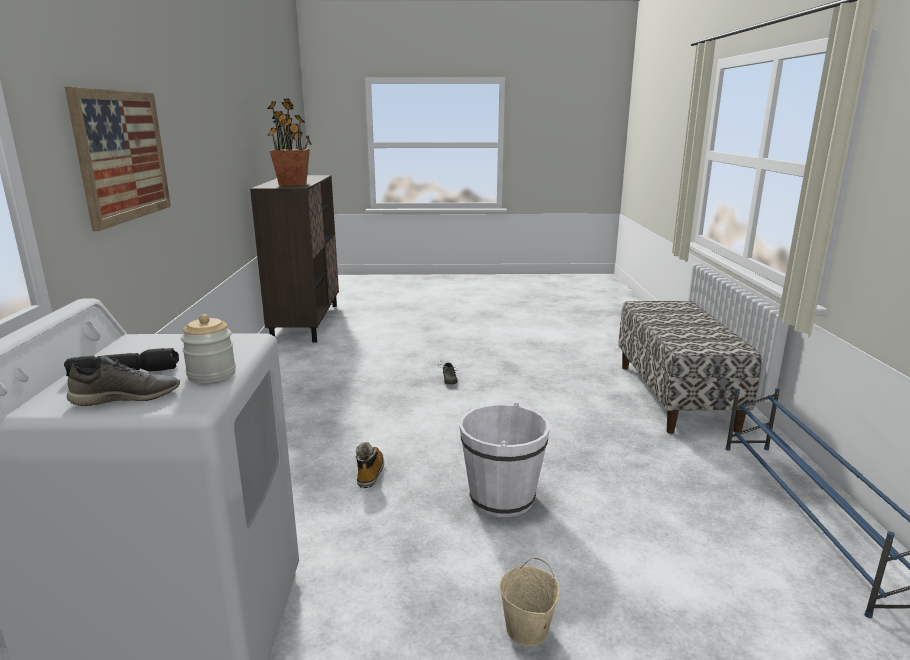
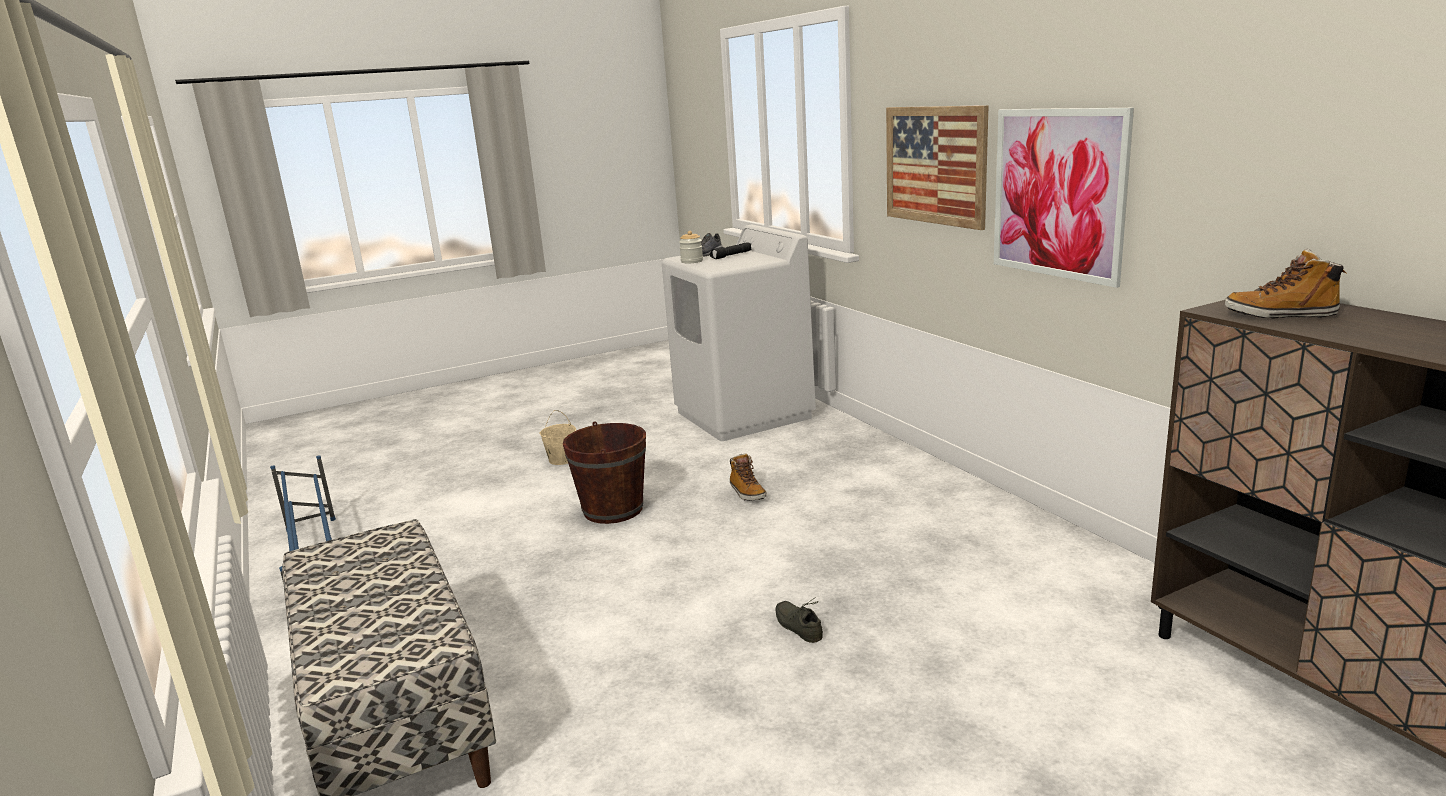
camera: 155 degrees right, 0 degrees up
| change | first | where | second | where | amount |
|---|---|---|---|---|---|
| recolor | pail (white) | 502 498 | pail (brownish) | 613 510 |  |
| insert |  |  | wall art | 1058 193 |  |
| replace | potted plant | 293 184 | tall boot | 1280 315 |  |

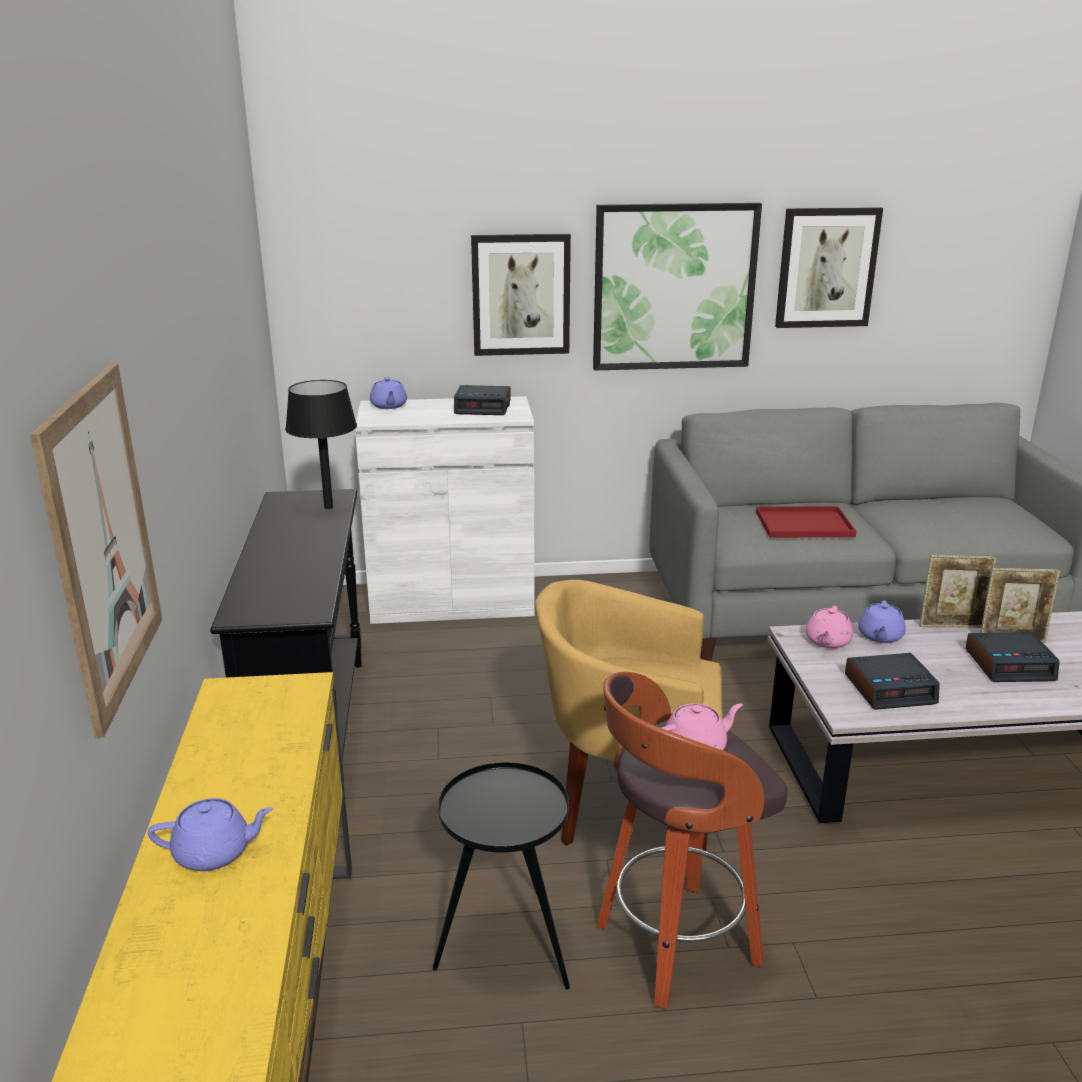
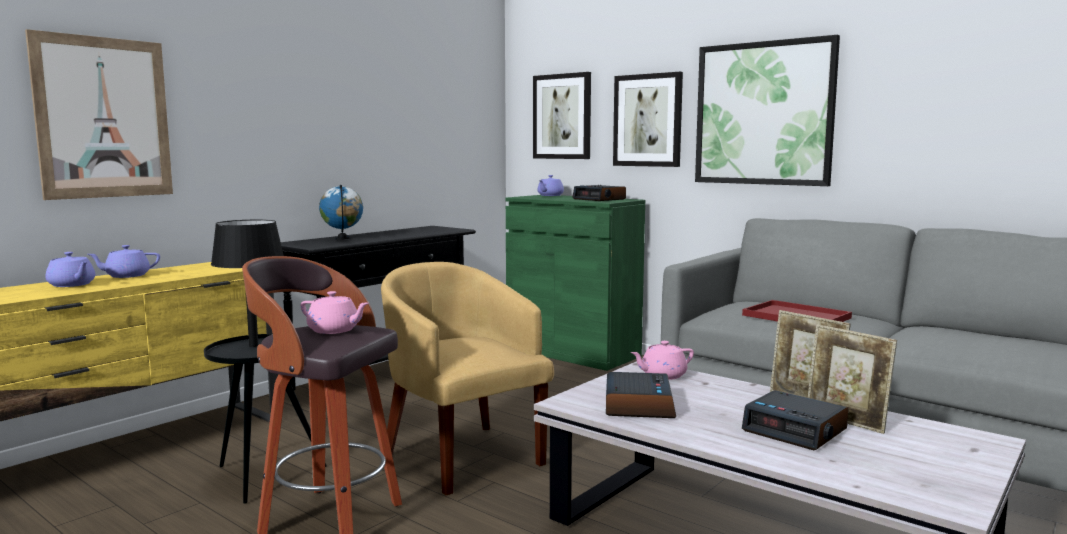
camera: 45 degrees right, 15 degrees down
| change | first | where | second | where | amount |
|---|---|---|---|---|---|
| move | teapot (purplish) | 880 636 |  | 126 276 |  |
| move | lamp for a table (black-coloured) | 329 507 |  | 254 346 |  |
| insert |  |  | globe | 342 238 |  |
| recolor | cupboard (white) | 452 601 | cupboard (green) | 572 352 |  |
| move | wall art | 826 268 |  | 562 116 |  |
| rotate | alarm clock | 890 689 |  | 638 405 | 120 degrees counterclockwise |

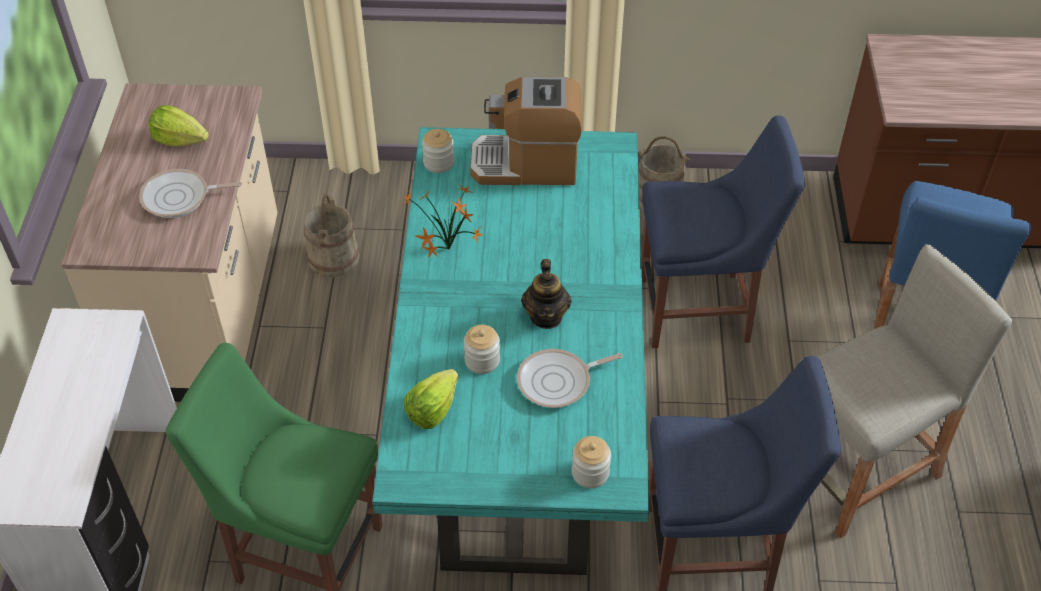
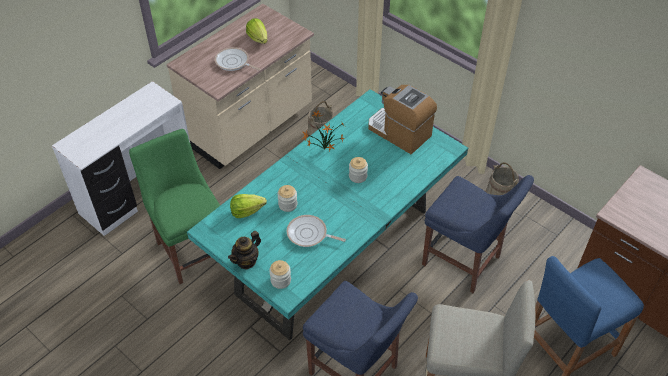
camera: 40 degrees right, 0 degrees up
| change | first | where | second | where | amount |
|---|---|---|---|---|---|
| move | teapot | 546 316 |  | 246 261 |  |
| move | storage jar | 438 163 |  | 358 176 |  |

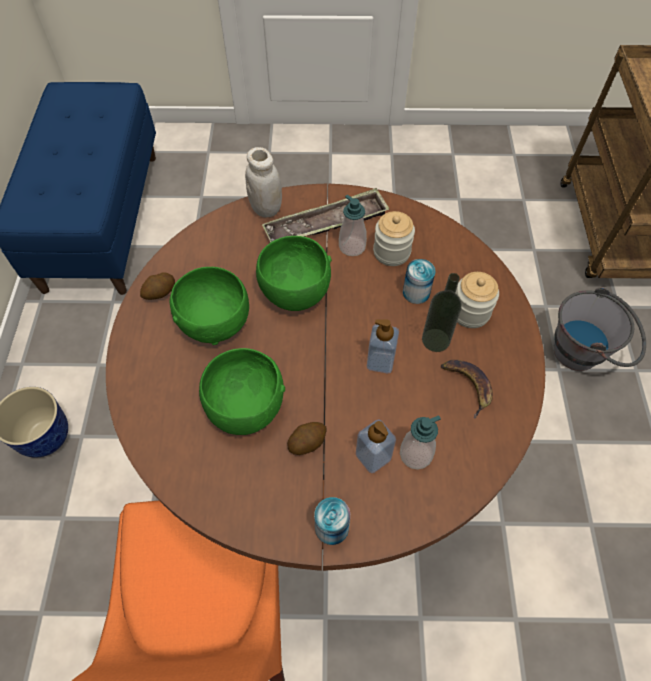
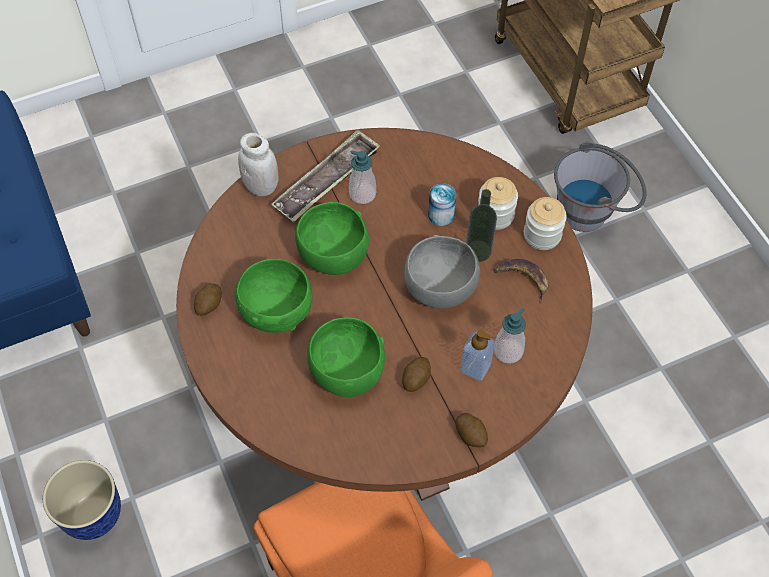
camera: 25 degrees left, 0 degrees up
| change | first | where | second | where | amount |
|---|---|---|---|---|---|
| replace | soap dispenser | 380 361 | serving bowl (grey) | 441 287 |  |
| replace | metal can | 331 527 | spud | 471 435 |  |
| move | storage jar | 391 252 |  | 542 235 |  |

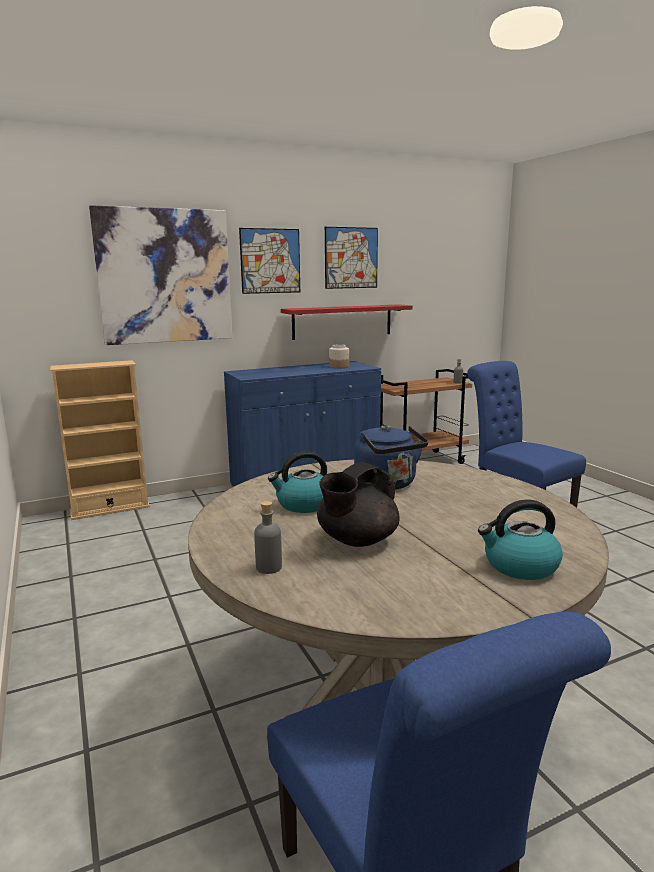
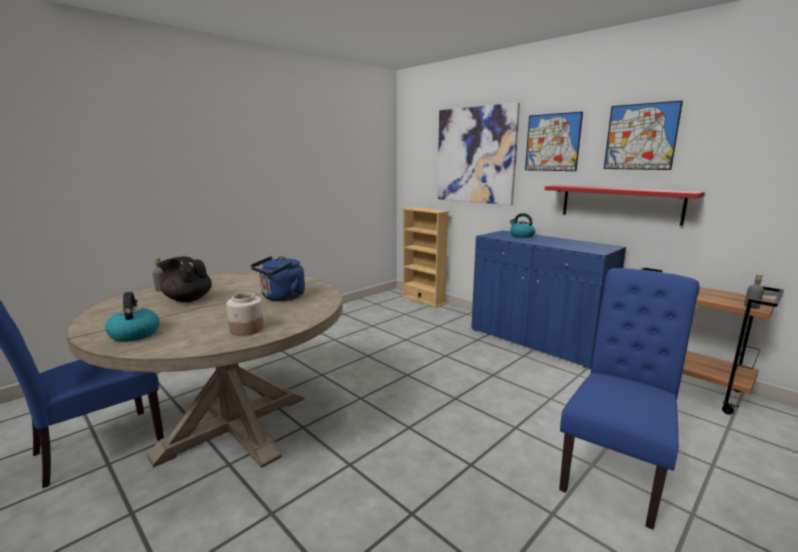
camera: 70 degrees right, 0 degrees up
| change | first | where | second | where | amount |
|---|---|---|---|---|---|
| move | storage jar | 339 367 |  | 247 329 |  |
| move | tea kettle | 303 504 |  | 521 236 |  |

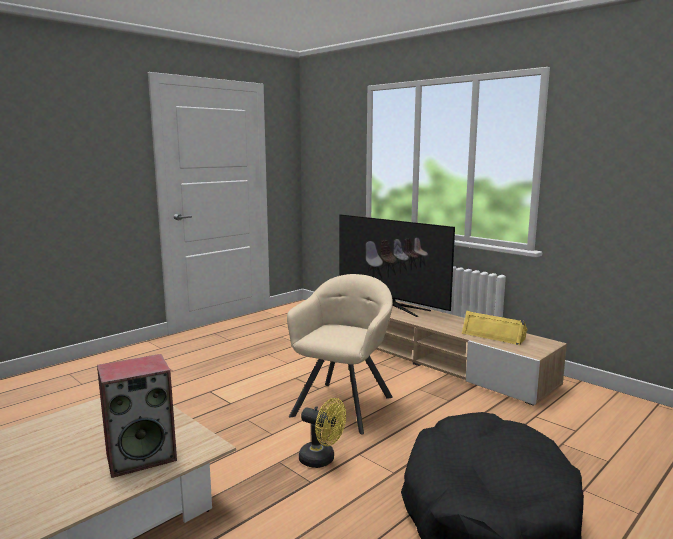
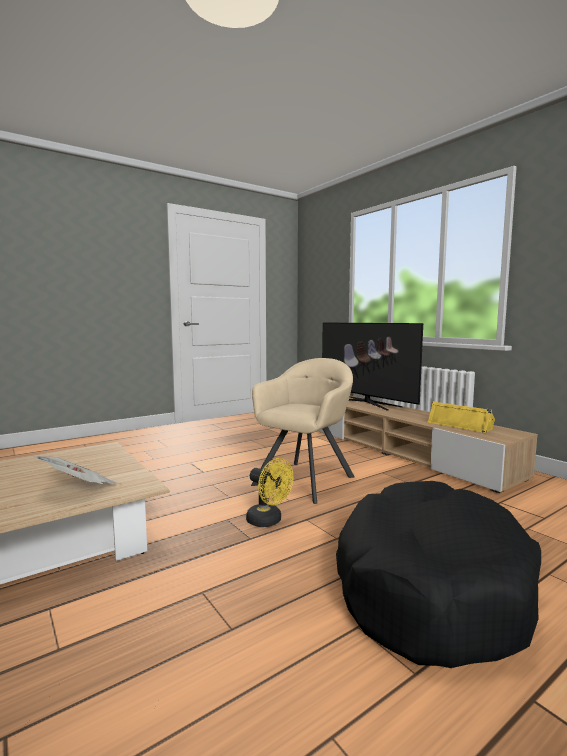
camera: 10 degrees right, 5 degrees down
| change | first | where | second | where | amount |
|---|---|---|---|---|---|
| replace | speaker | 142 456 | newspaper | 80 489 |  |

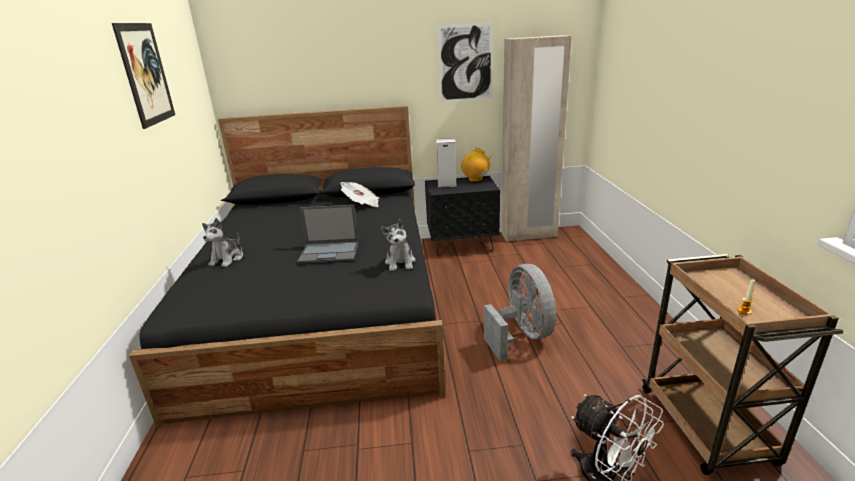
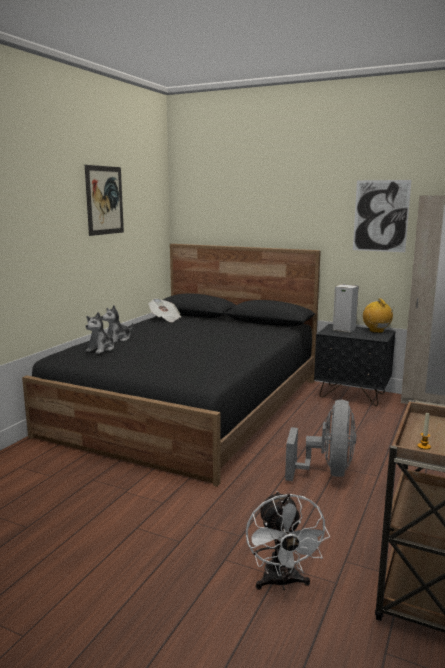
camera: 30 degrees right, 10 degrees down
| change | first | where | second | where | amount |
|---|---|---|---|---|---|
| move | cuddly toy | 400 262 |  | 101 349 |  |
| move | newspaper | 362 204 |  | 165 319 |  |
| delete | notebook computer | 330 252 |  |  |  |

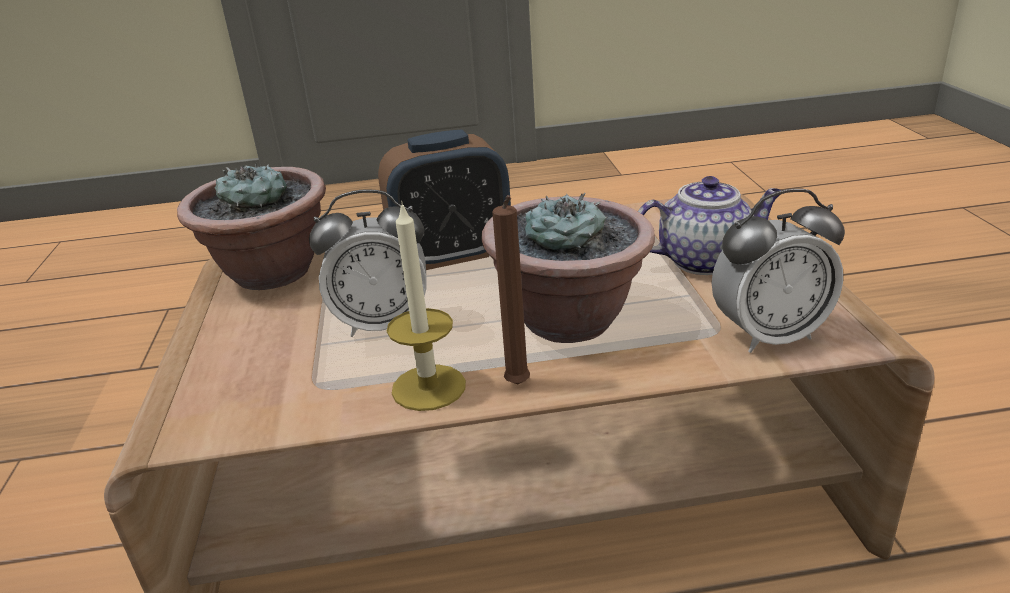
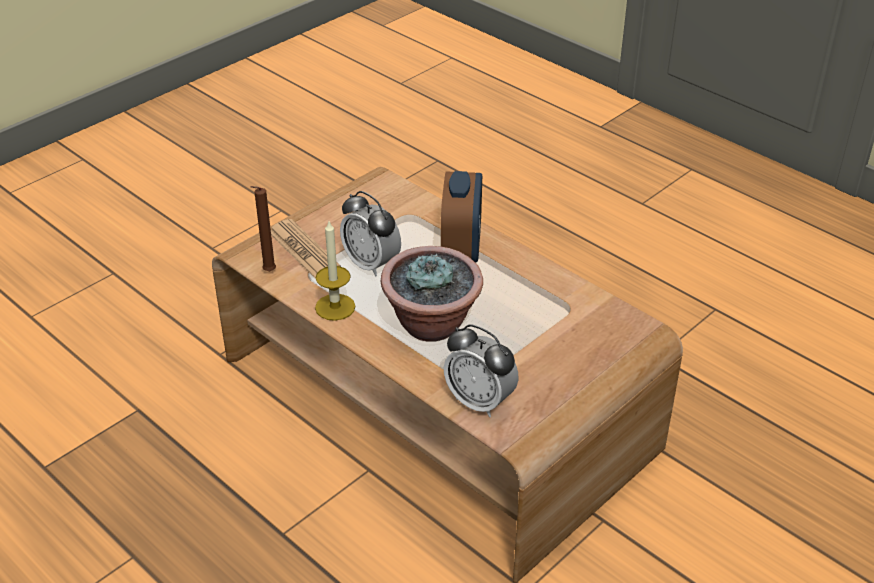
camera: 50 degrees right, 10 degrees up
| change | first | where | second | where | amount |
|---|---|---|---|---|---|
| move | wax candle (brownish) | 518 387 |  | 267 272 |  |
| insert |  |  | newspaper | 303 250 |  |
| rotate | alarm clock | 452 254 |  | 461 249 | 120 degrees counterclockwise |
| delete | potted plant | 271 273 |  |  |  |
| delete | teapot | 705 260 |  |  |  |

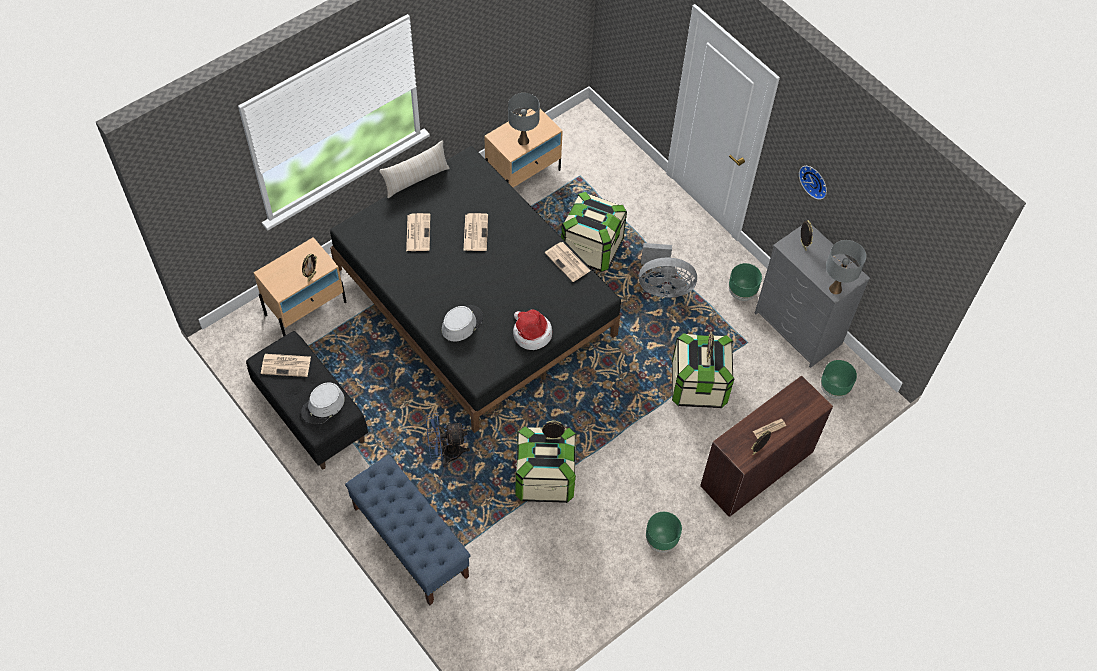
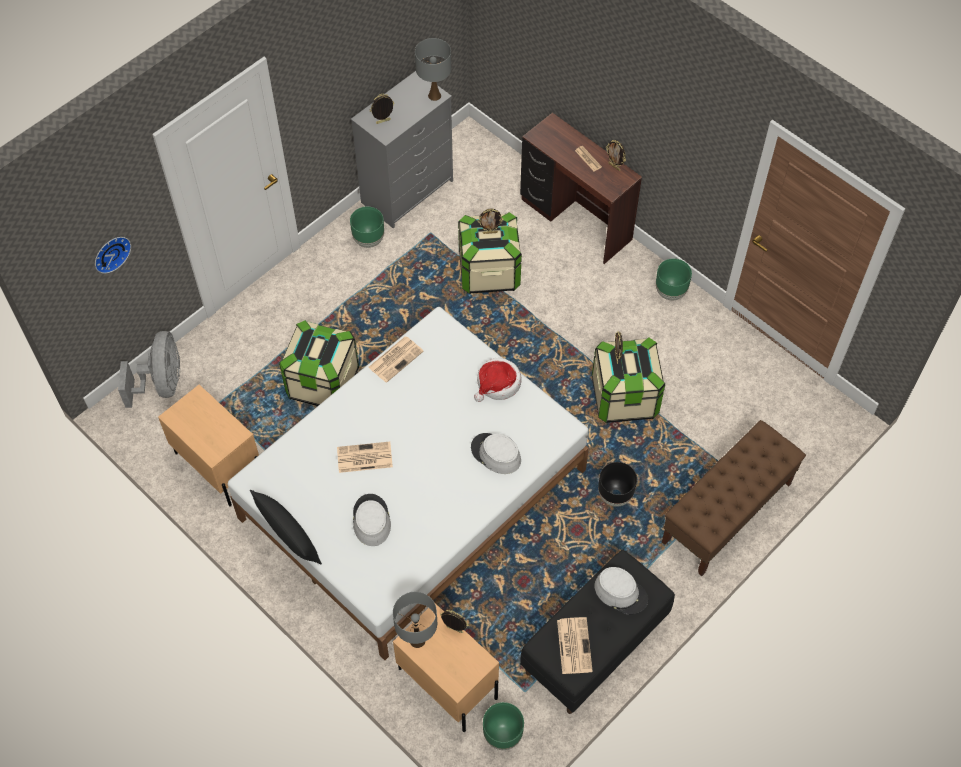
camera: 95 degrees left, 0 degrees up
| change | first | where | second | where | amount |
|---|---|---|---|---|---|
| move | hanging clock | 815 180 |  | 110 253 |  |
| move | electric fan (grey) | 663 287 |  | 162 384 |  |
| recolor | bed (black-coloured) | 475 301 | bed (white) | 412 493 |  |
| recolor | cushion (sand-coloured) | 416 179 | cushion (black-coloured) | 288 535 |  |
| replace | newspaper | 418 232 | clothing hat (grey) | 371 520 |  |
| move | lamp for a table (grey) | 523 141 |  | 417 640 |  |
| move | planter (green) | 833 389 |  | 503 735 |  |
| replace | electric fan (blue-coloured) | 445 453 | planter (black-coloured) | 615 495 |  |
| recolor | indoor bench (blue-coloured) | 410 541 | indoor bench (brownish) | 726 513 |  |

